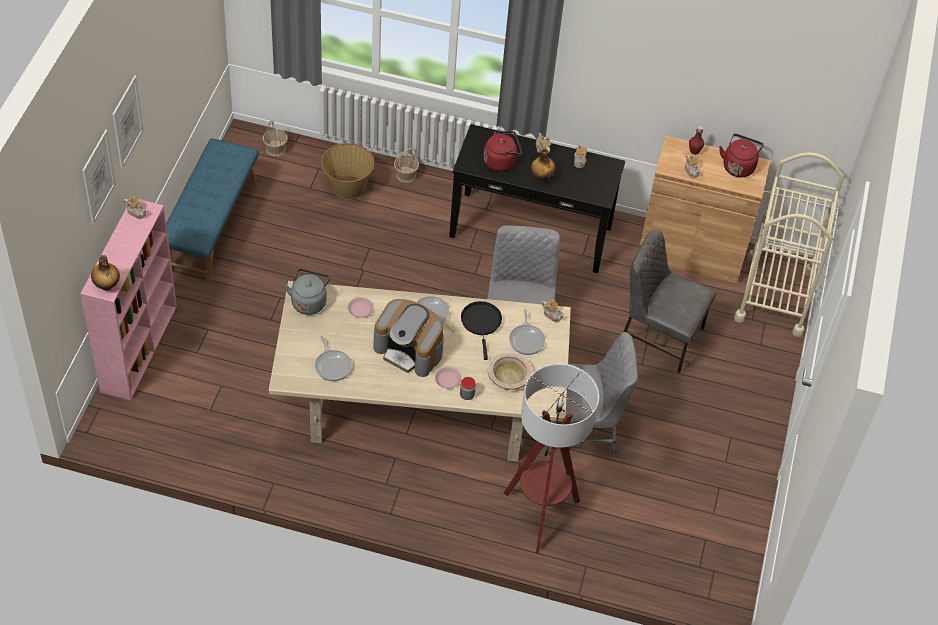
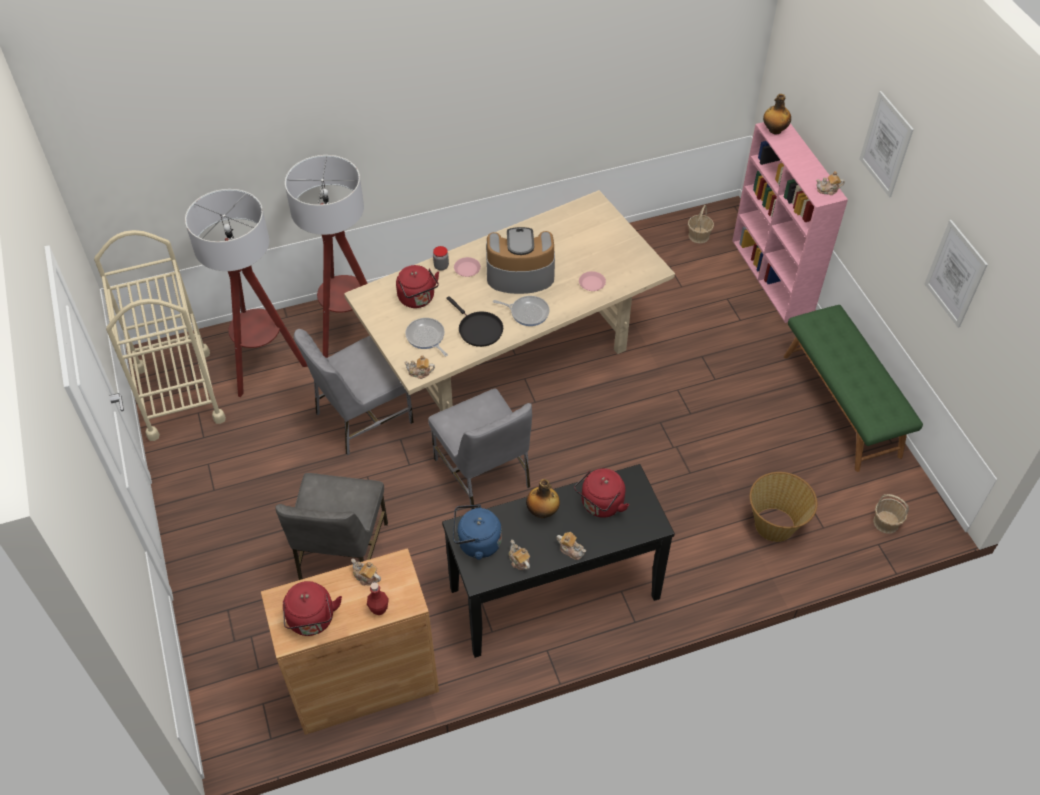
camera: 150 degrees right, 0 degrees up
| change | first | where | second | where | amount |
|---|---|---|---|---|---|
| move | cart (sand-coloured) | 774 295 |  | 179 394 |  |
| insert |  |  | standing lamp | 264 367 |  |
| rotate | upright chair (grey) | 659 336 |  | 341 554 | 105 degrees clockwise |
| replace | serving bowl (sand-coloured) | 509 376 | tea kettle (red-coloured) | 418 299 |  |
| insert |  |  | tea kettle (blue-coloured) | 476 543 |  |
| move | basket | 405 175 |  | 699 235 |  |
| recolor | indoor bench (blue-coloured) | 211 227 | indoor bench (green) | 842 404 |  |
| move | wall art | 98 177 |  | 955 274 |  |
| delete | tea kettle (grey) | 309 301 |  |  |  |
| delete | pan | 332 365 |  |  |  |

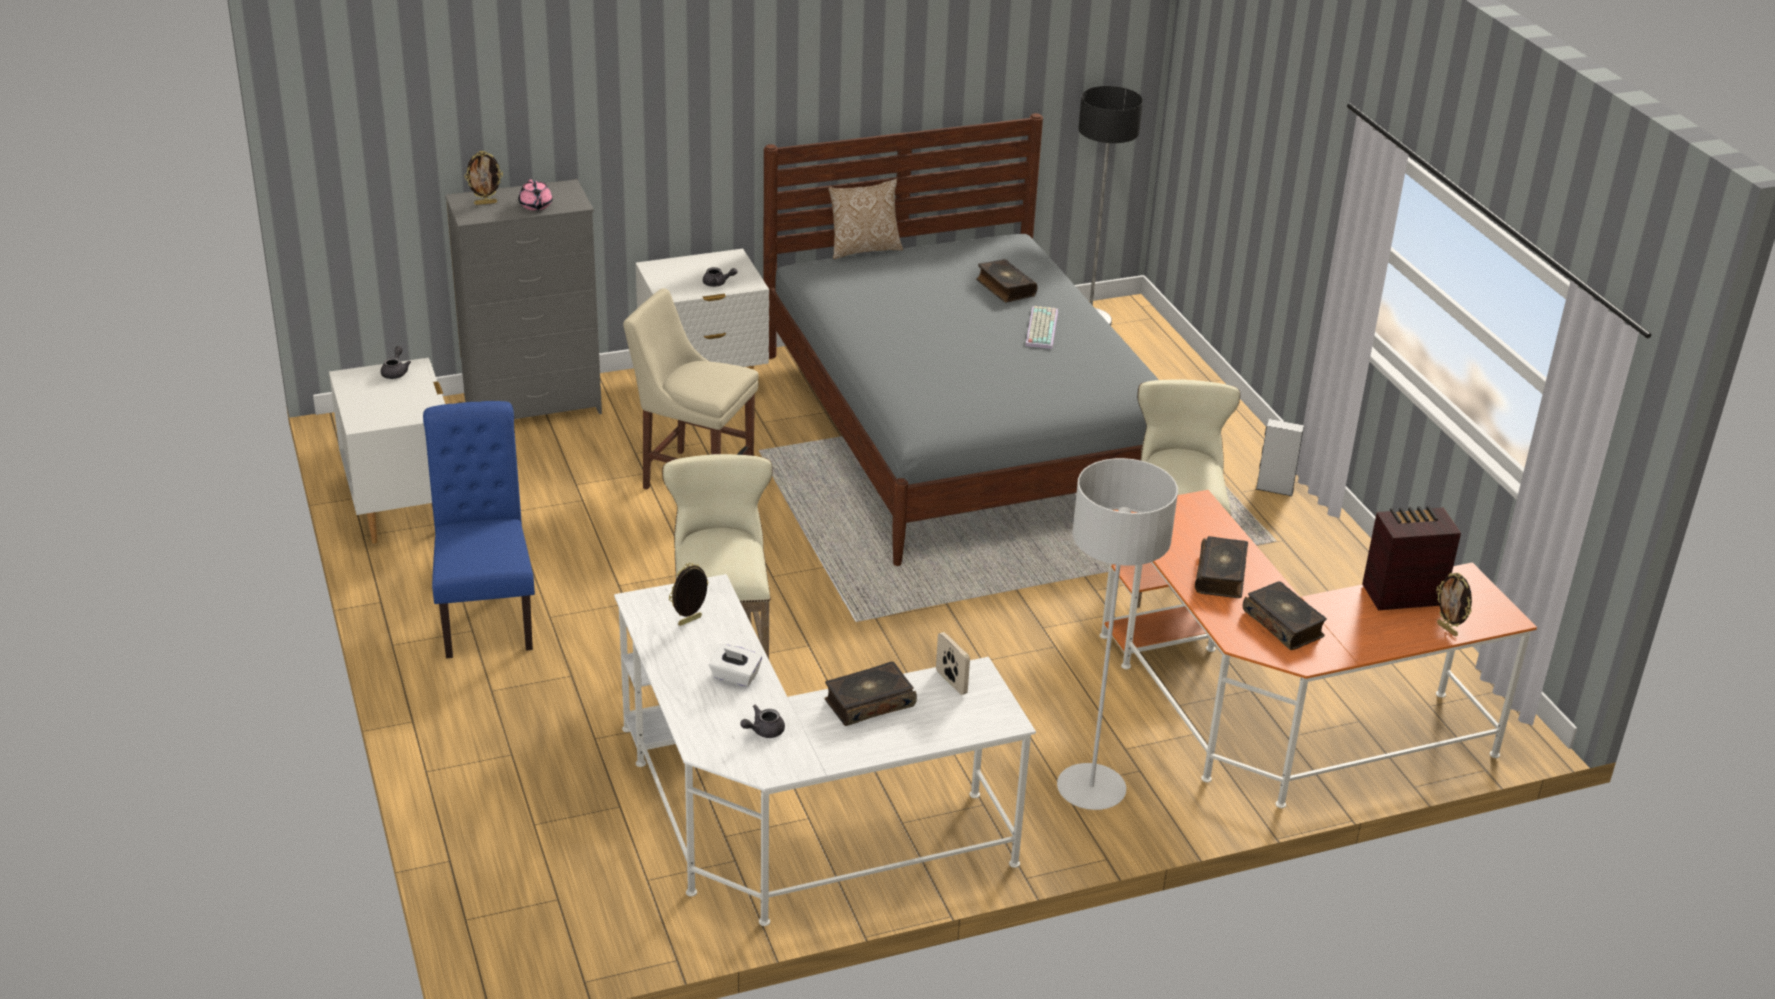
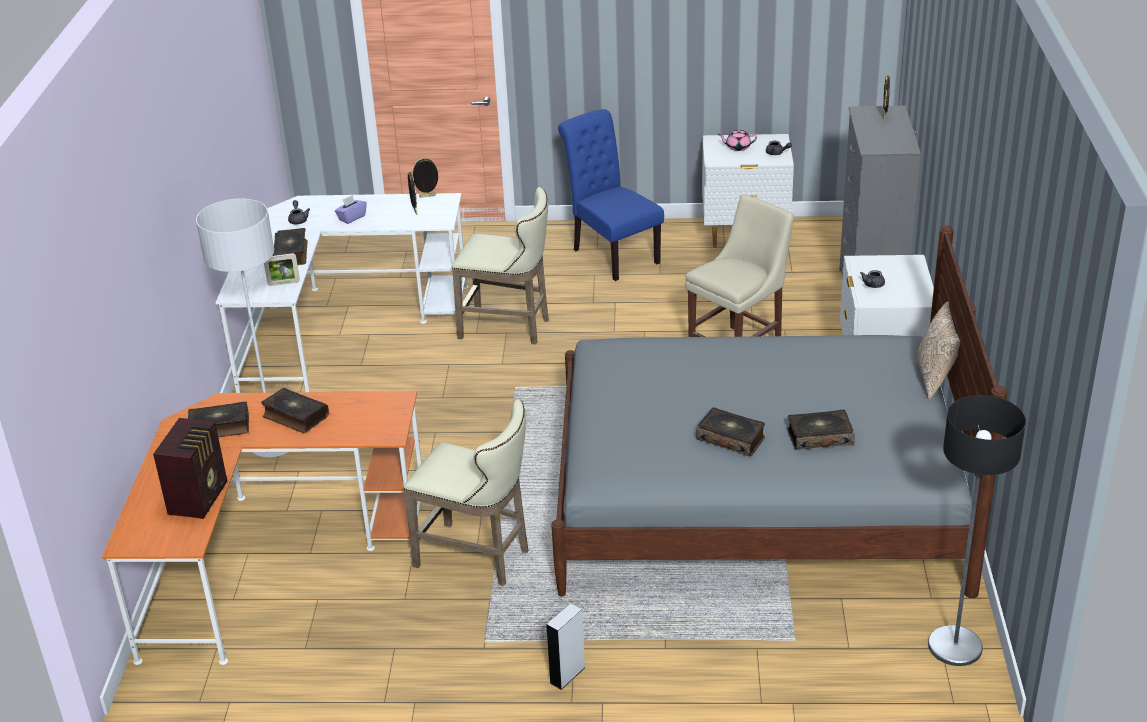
camera: 115 degrees right, 0 degrees up
| change | first | where | second | where | amount |
|---|---|---|---|---|---|
| recolor | box of tissues (white) | 735 677 | box of tissues (purplish) | 351 218 |  |
| move | picture frame | 1447 629 |  | 427 196 |  |
| rotate | upright chair (blue-coloured) | 486 613 |  | 611 254 | 135 degrees counterclockwise |
| replace | keyboard | 1040 328 | bound book | 731 438 |  |
| move | teapot (pinkish) | 536 206 |  | 737 147 |  |

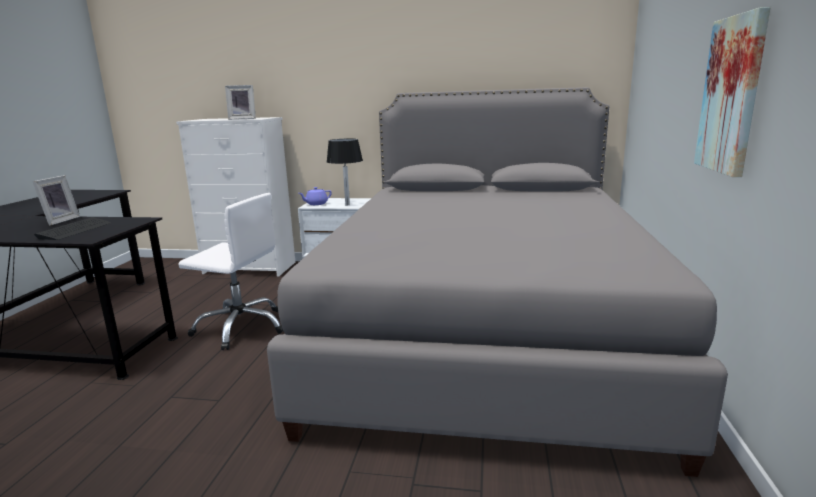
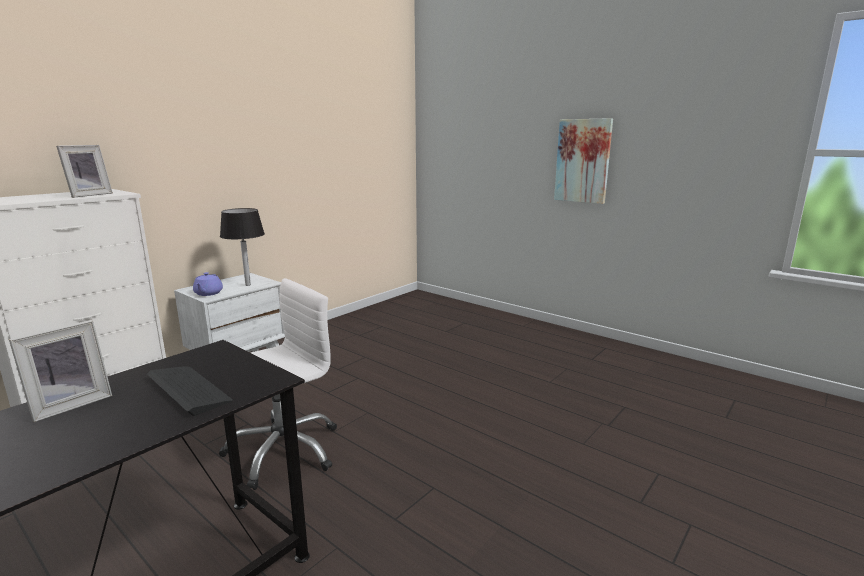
camera: 60 degrees left, 0 degrees up
| change | first | where | second | where | amount |
|---|---|---|---|---|---|
| rotate | picture frame | 59 221 |  | 70 404 | 90 degrees clockwise |
| delete | bed (grey) | 484 330 |  |  |  |

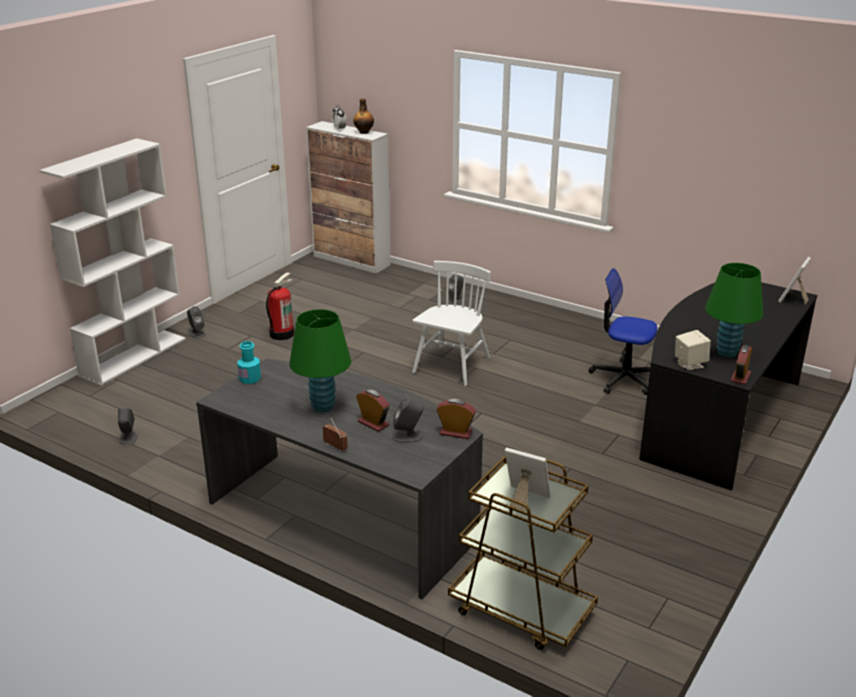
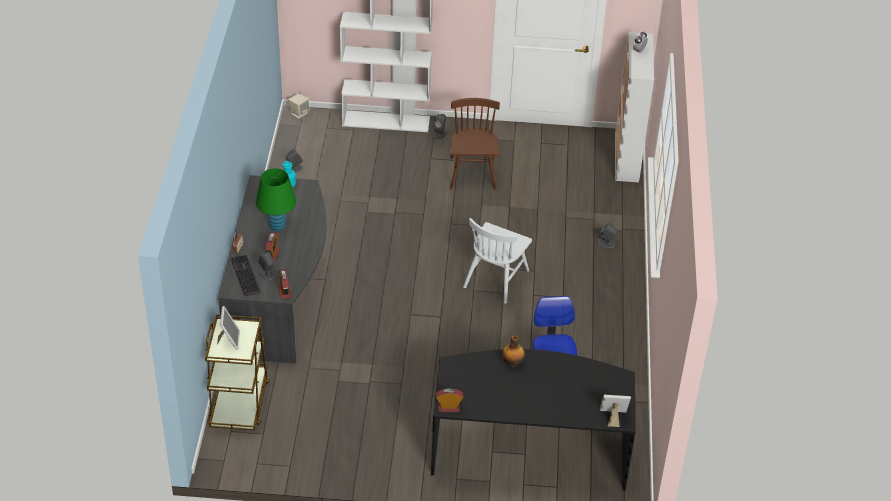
camera: 60 degrees right, 15 degrees up
| change | first | where | second | where | amount |
|---|---|---|---|---|---|
| insert |  |  | keyboard | 244 276 |  |
| move | speaker (sand-coloured) | 689 364 |  | 299 113 |  |
| replace | fire extinguisher | 281 334 | upright chair (brownish) | 472 174 |  |
| rotate | upright chair (white) | 452 365 |  | 496 279 | 120 degrees clockwise |
| move | drink bottle | 364 132 |  | 512 363 |  |
| delete | lamp for a table (green) | 727 352 |  |  |  |

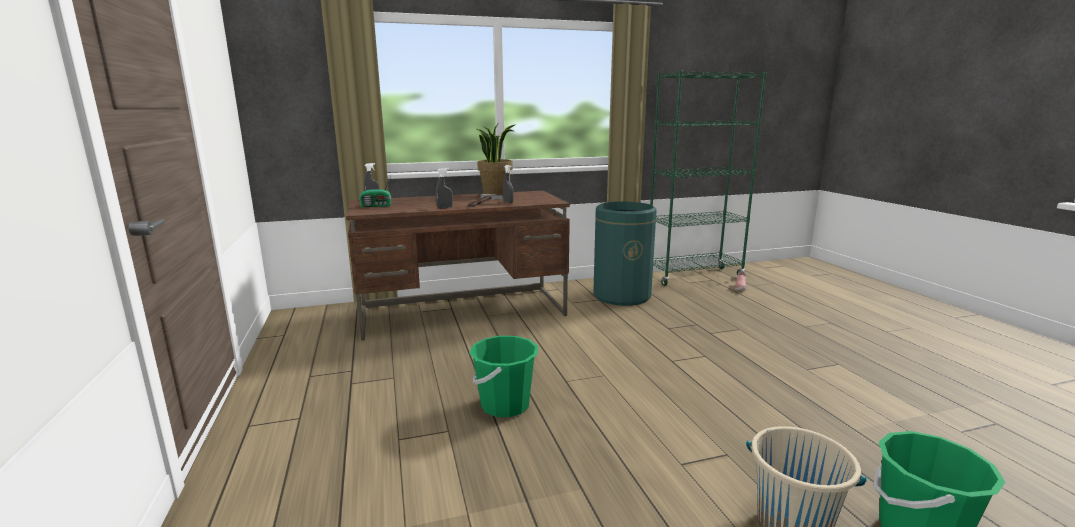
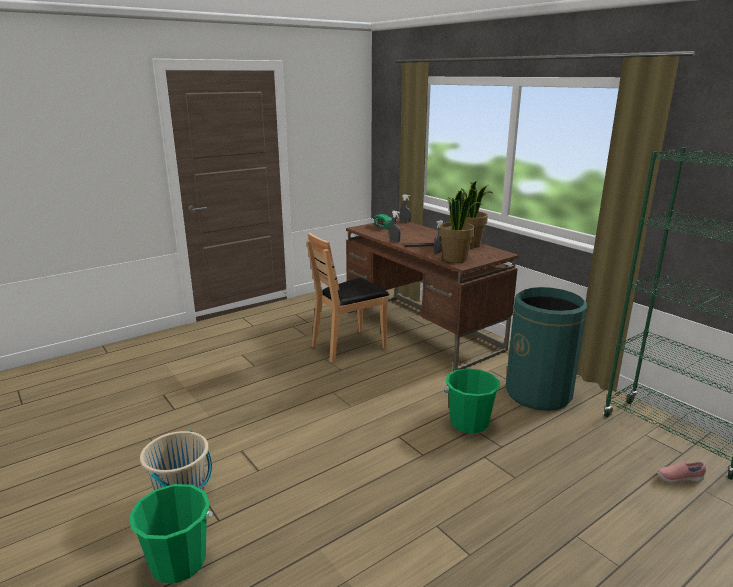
camera: 70 degrees right, 5 degrees up
| change | first | where | second | where | amount |
|---|---|---|---|---|---|
| insert |  |  | upright chair (brownish) | 349 346 |  |
| insert |  |  | potted plant | 455 259 |  |
| move | pail (green) | 505 405 |  | 469 423 |  |

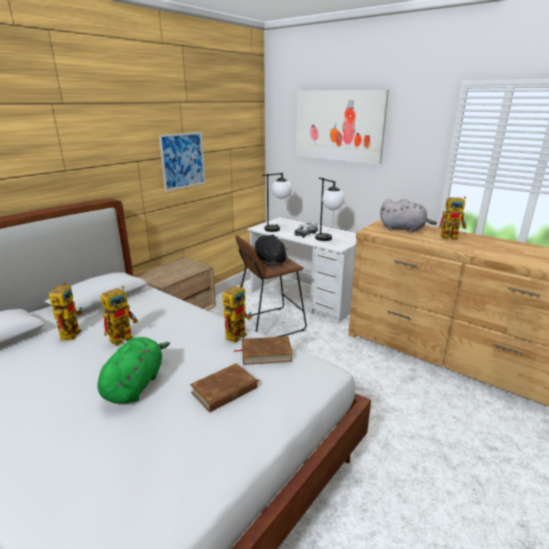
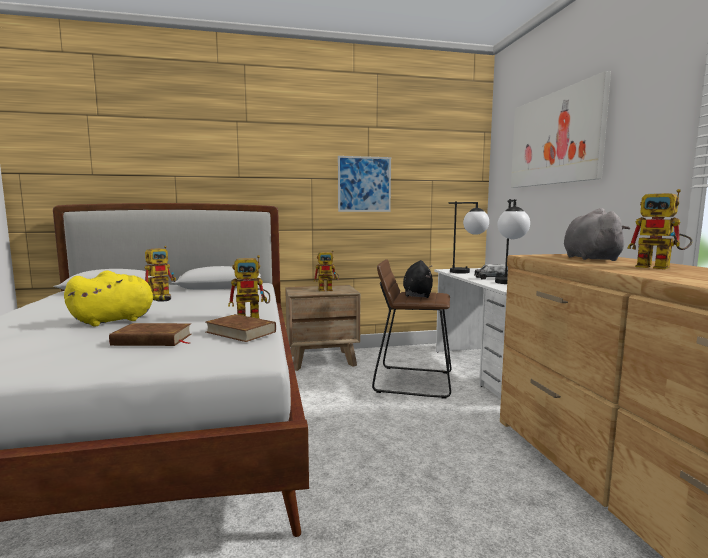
camera: 40 degrees right, 15 degrees down
| change | first | where | second | where | amount |
|---|---|---|---|---|---|
| recolor | cuddly toy (green) | 135 385 | cuddly toy (yellow) | 117 320 |  |
| move | model robot | 124 336 |  | 328 289 |  |
| rotate | cuddly toy (grey) | 404 229 |  | 590 258 | 150 degrees counterclockwise |

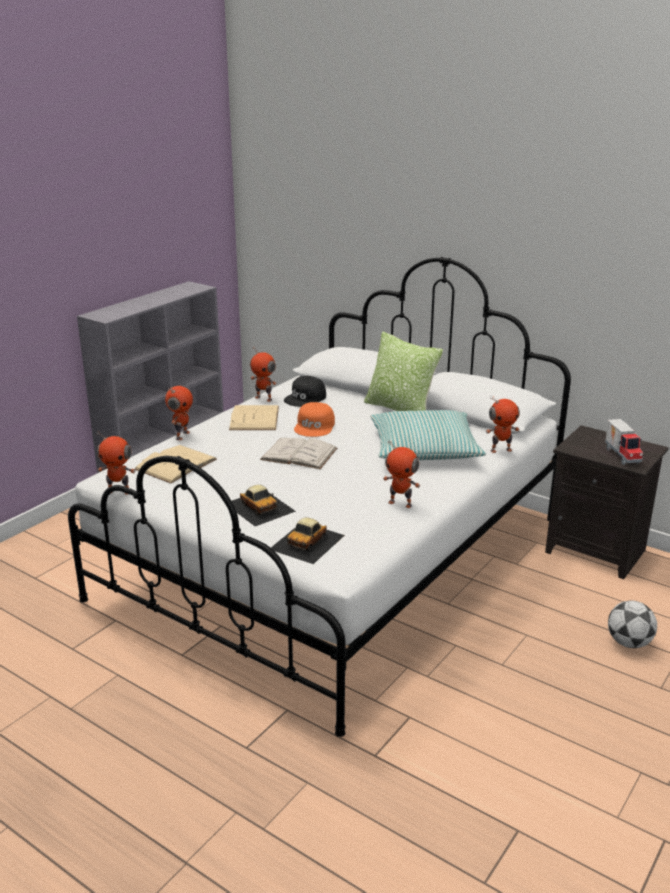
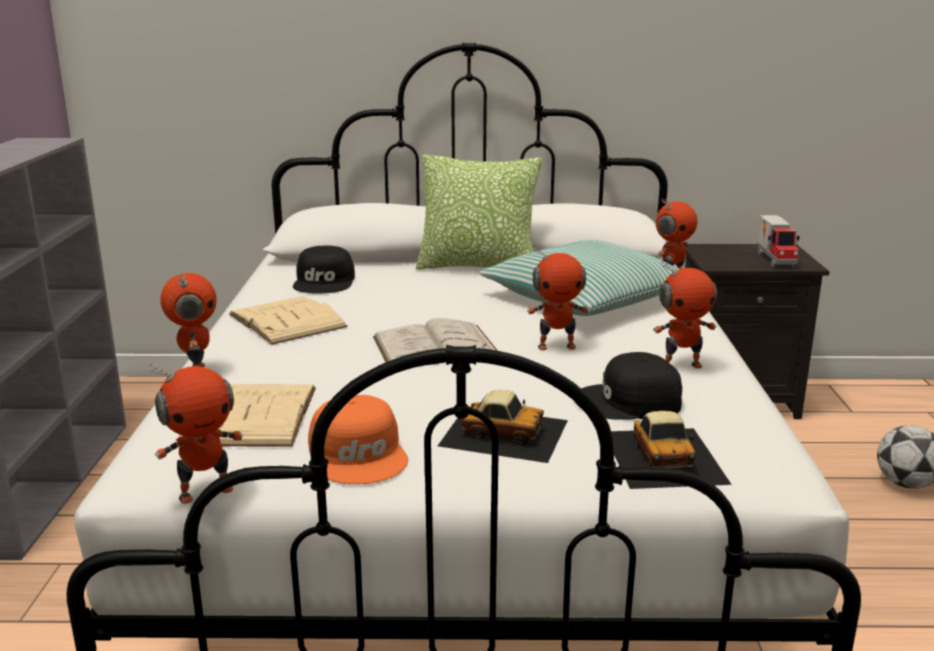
camera: 35 degrees left, 5 degrees down
| change | first | where | second | where | amount |
|---|---|---|---|---|---|
| move | baseball cap (orangey) | 315 426 |  | 359 454 |  |
| move | model robot | 264 398 |  | 556 346 |  |
| insert |  |  | baseball cap (black-coloured) | 629 402 |  |
| rotate | toy truck | 622 455 |  | 776 260 | 45 degrees clockwise |

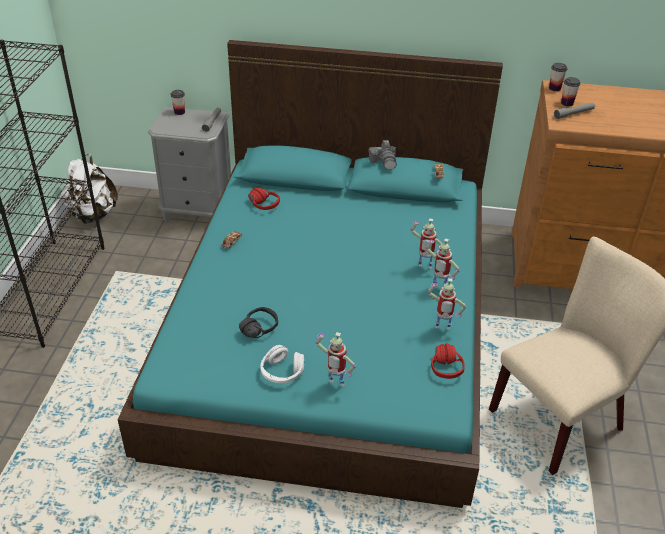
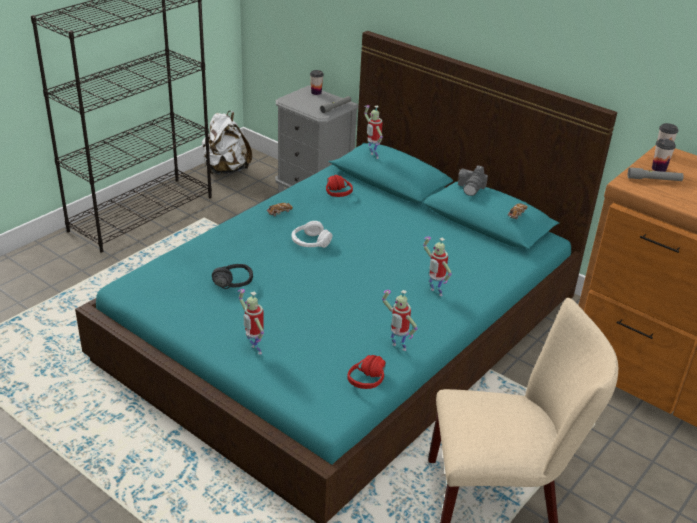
camera: 30 degrees right, 5 degrees down
| change | first | where | second | where | amount |
|---|---|---|---|---|---|
| move | headphones (white) | 282 372 |  | 310 242 |  |
| move | model robot | 439 288 |  | 372 156 |  |

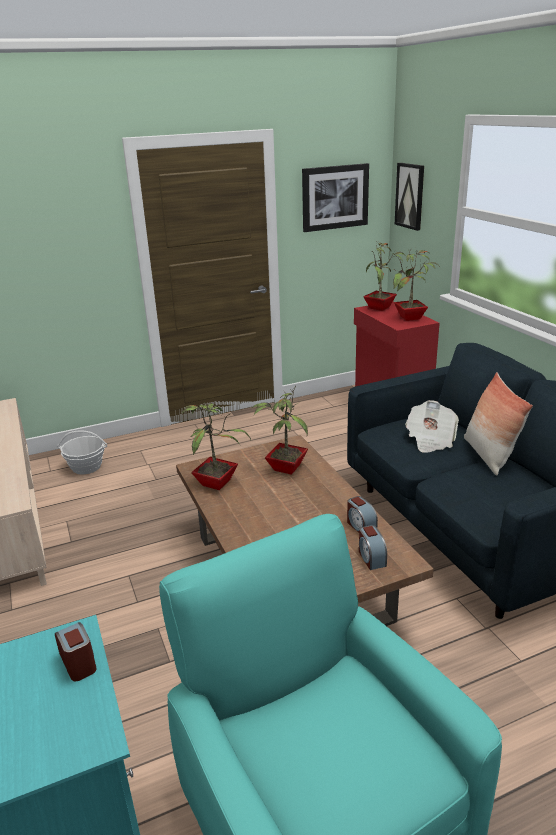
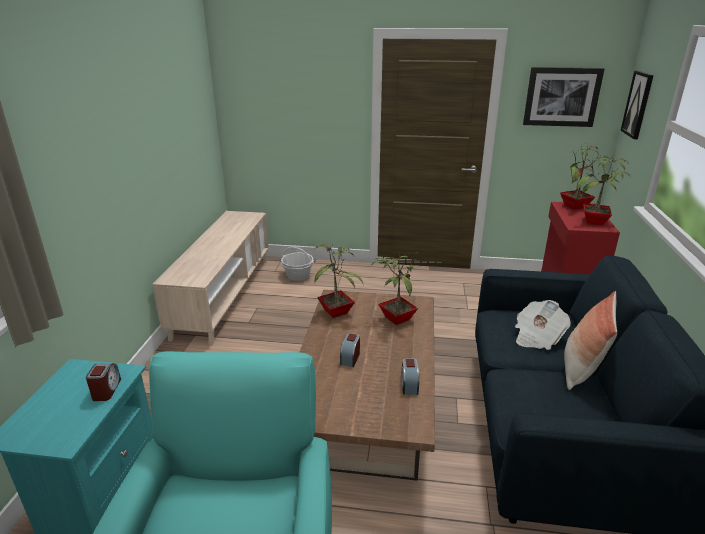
camera: 30 degrees right, 0 degrees up
| change | first | where | second | where | amount |
|---|---|---|---|---|---|
| move | alarm clock | 371 558 |  | 350 358 |  |

